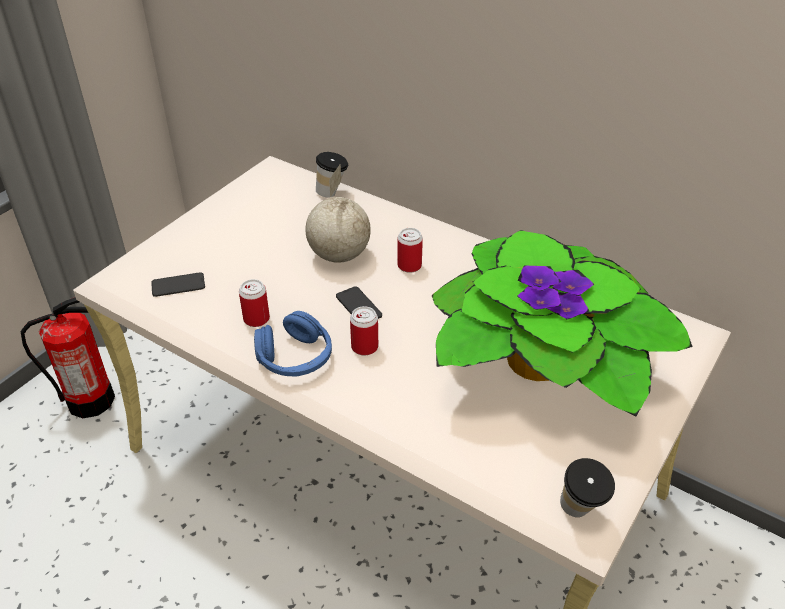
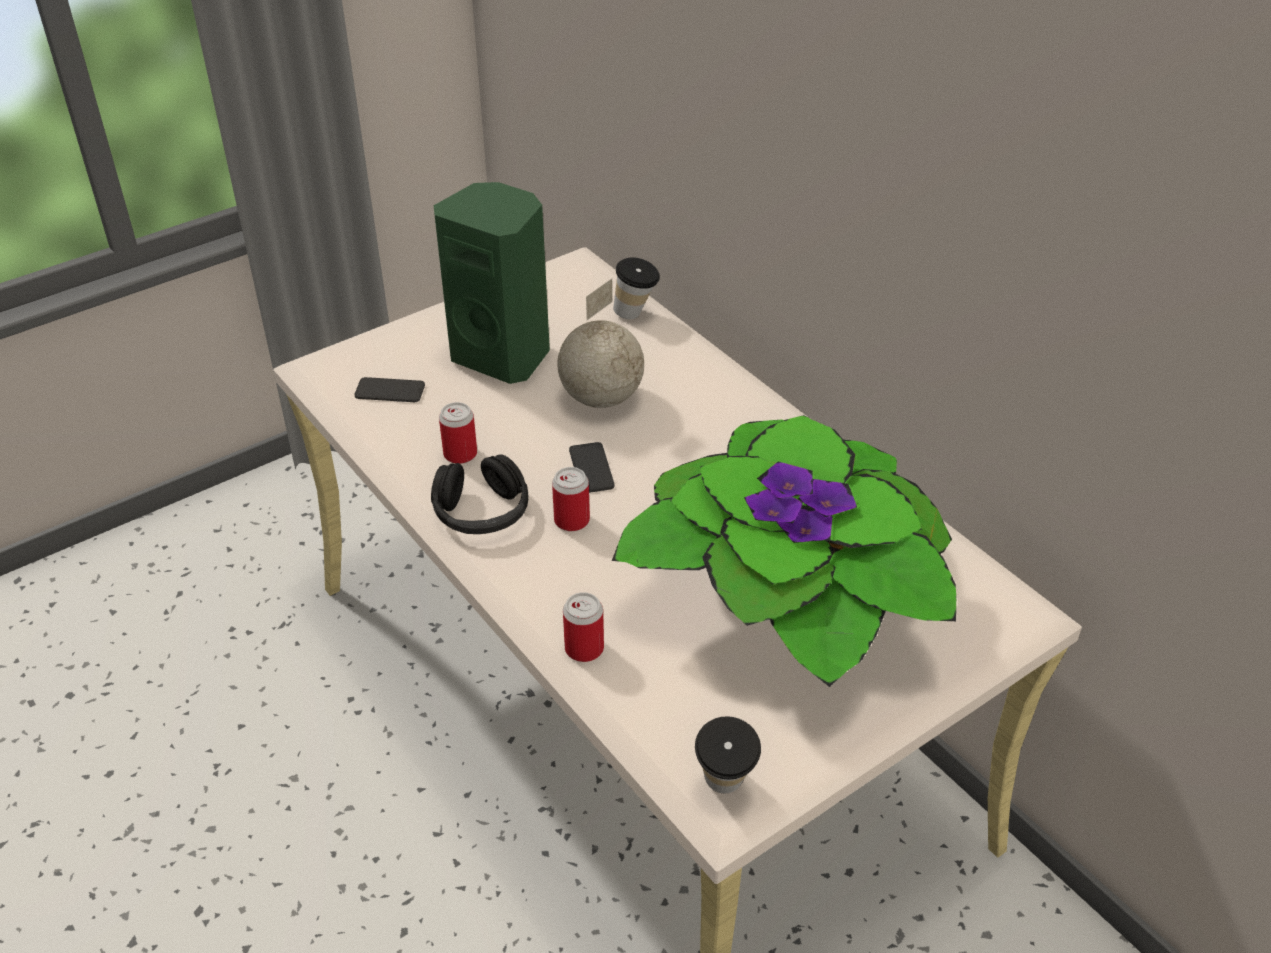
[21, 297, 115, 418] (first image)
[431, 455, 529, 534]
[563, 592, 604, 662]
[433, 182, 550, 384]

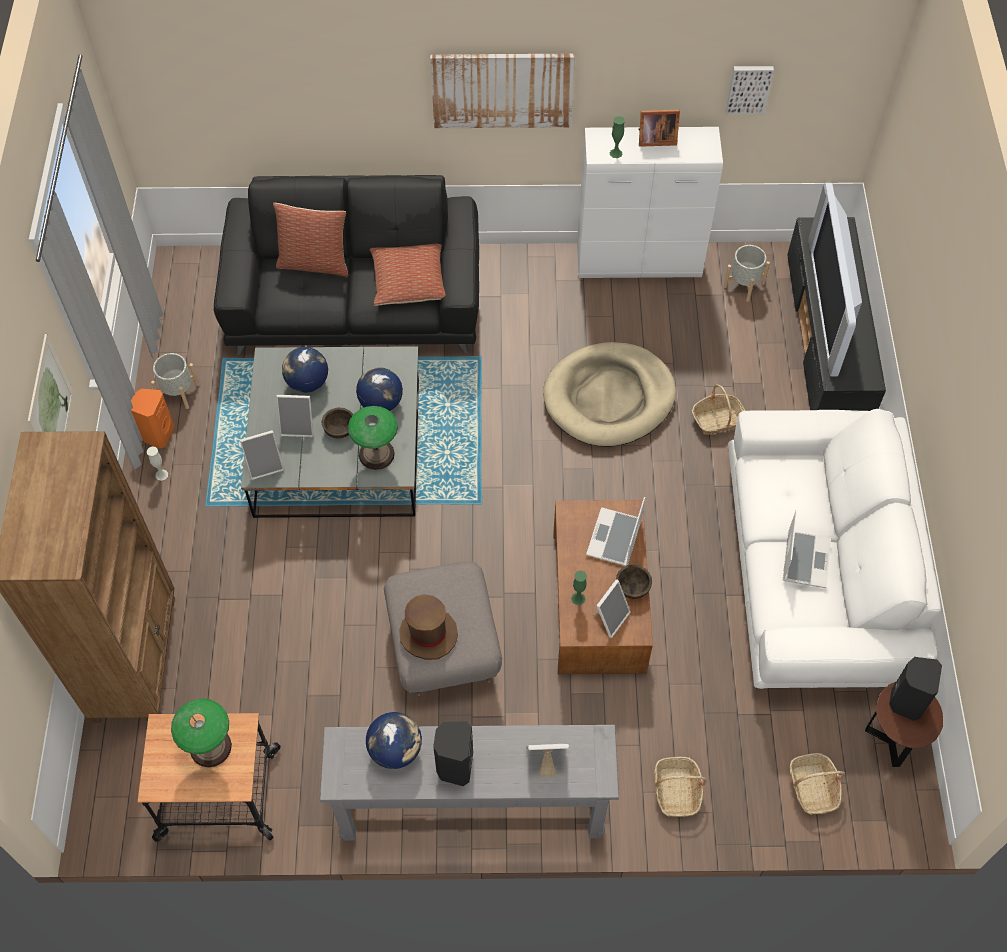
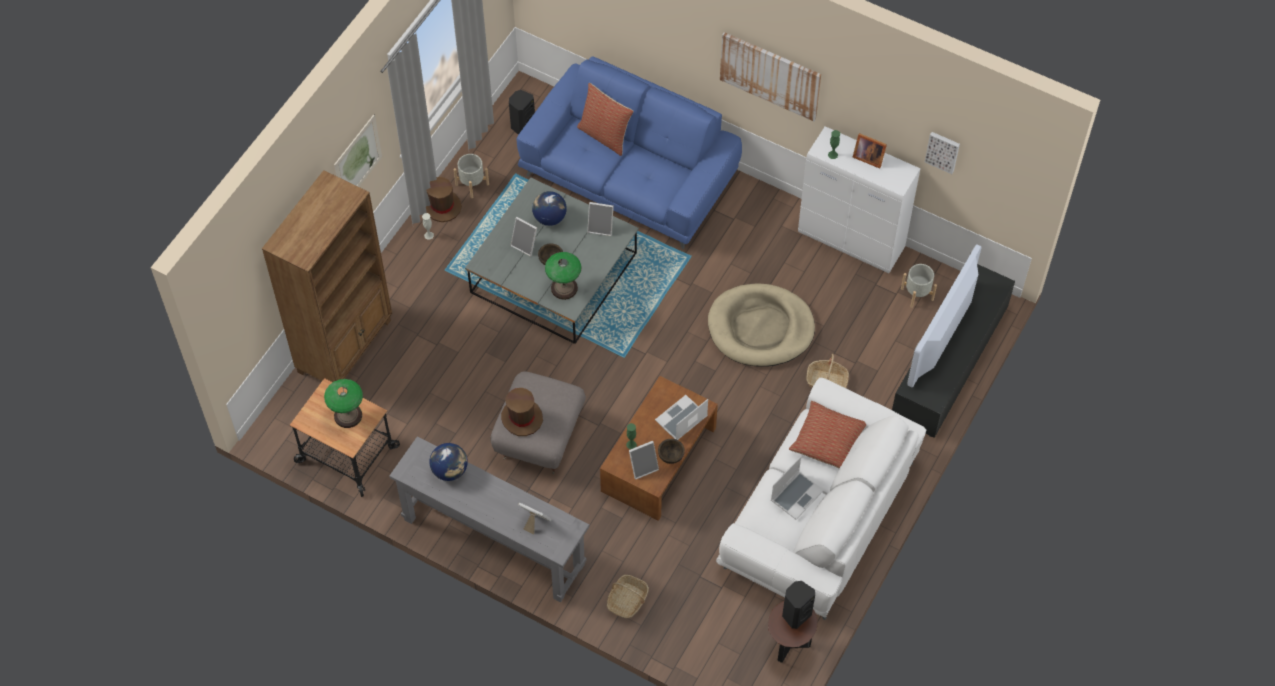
[426, 177, 462, 222]
[516, 56, 742, 249]
[587, 202, 614, 236]
[356, 367, 403, 411] (first image)
[789, 401, 866, 468]
[509, 90, 535, 135]
[790, 753, 845, 815] (first image)

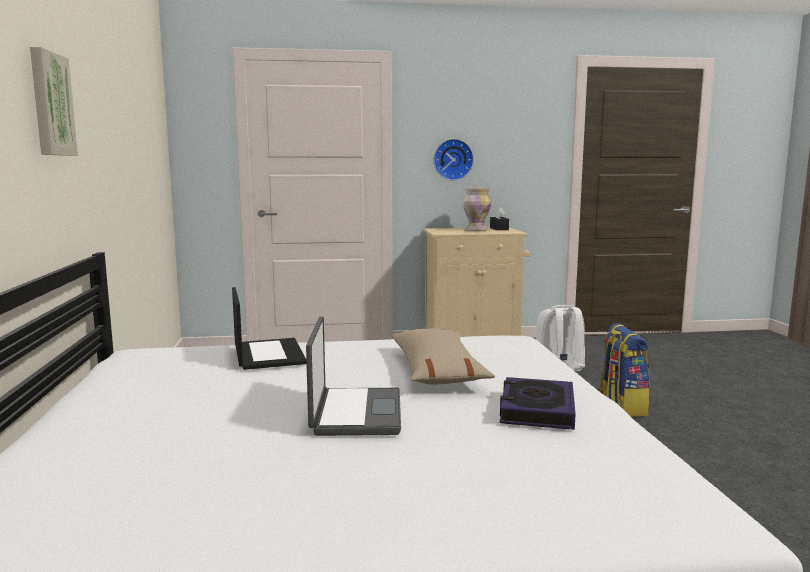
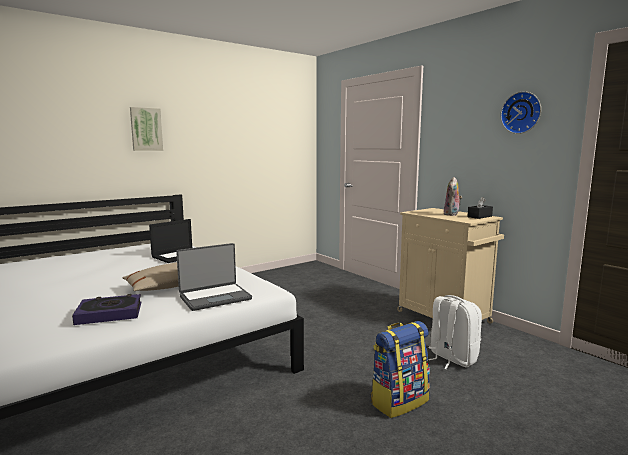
[176, 243, 252, 311]
[501, 91, 541, 134]
[444, 177, 462, 216]

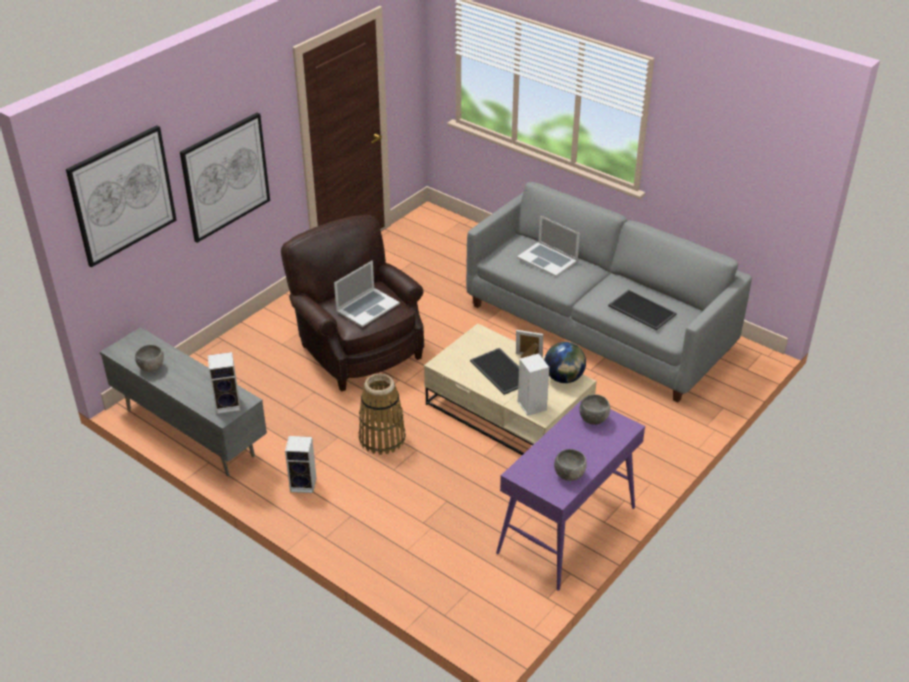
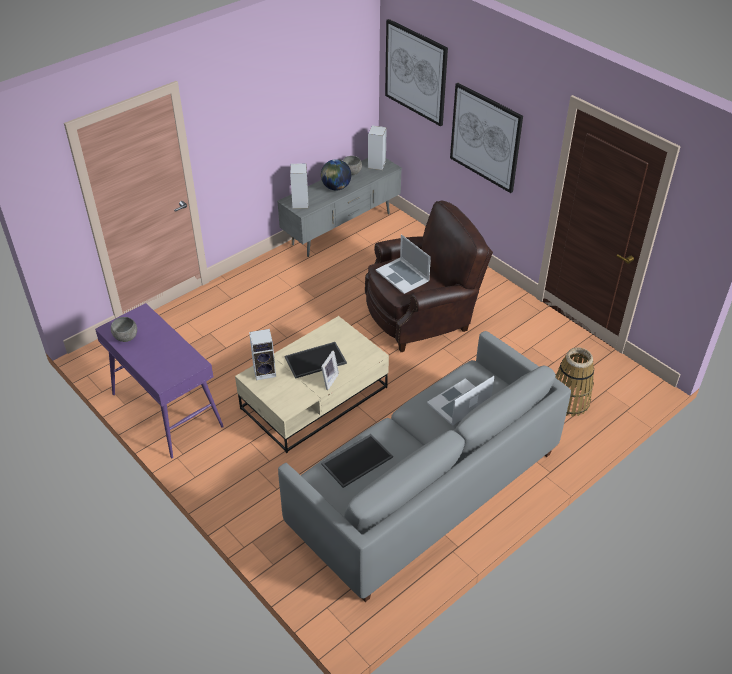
[368, 126, 387, 170]
[555, 347, 594, 417]
[321, 159, 351, 191]
[579, 394, 610, 425] (first image)

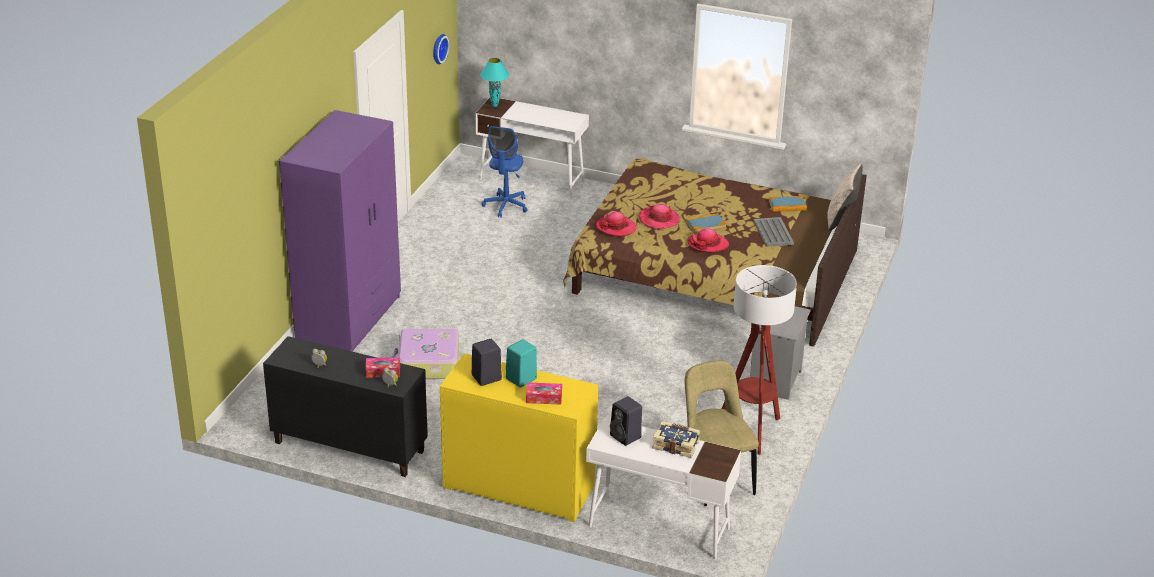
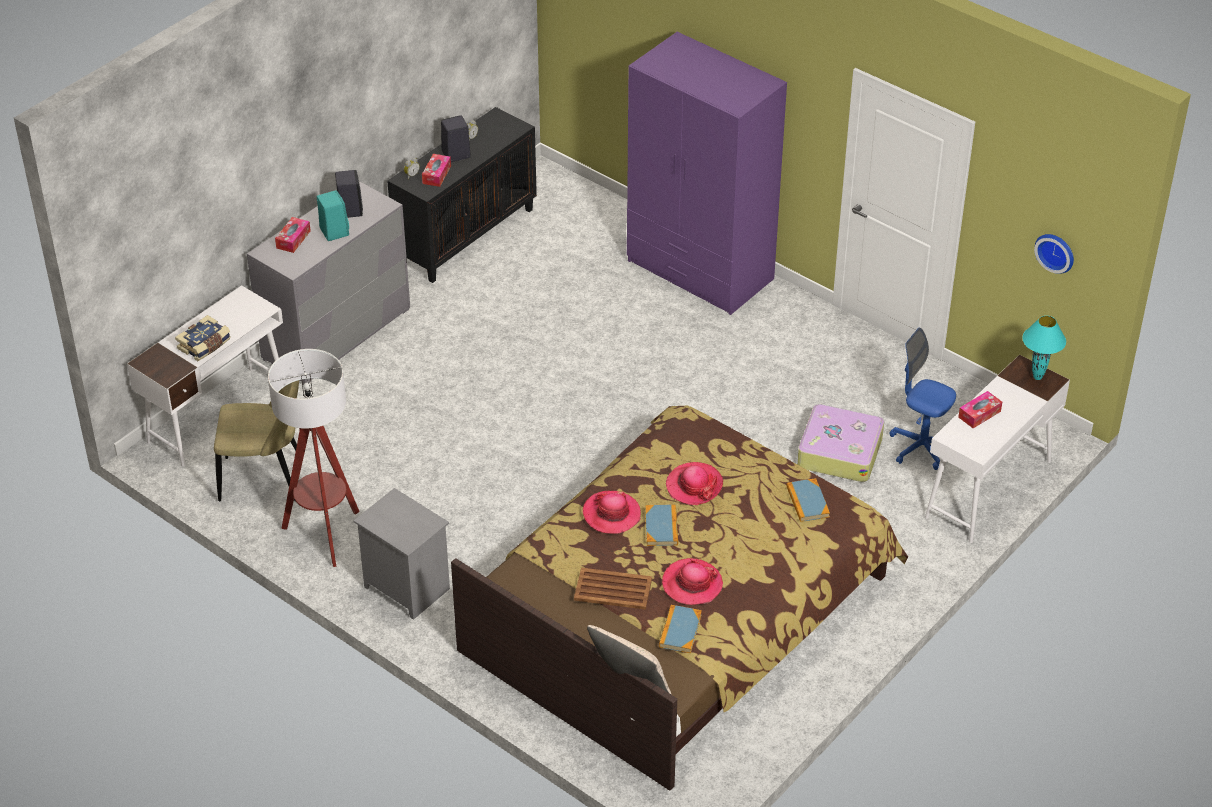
[797, 404, 884, 482]
[247, 181, 410, 385]
[662, 558, 723, 605]
[441, 115, 471, 162]
[574, 568, 652, 610]
[786, 478, 830, 522]
[958, 391, 1002, 428]

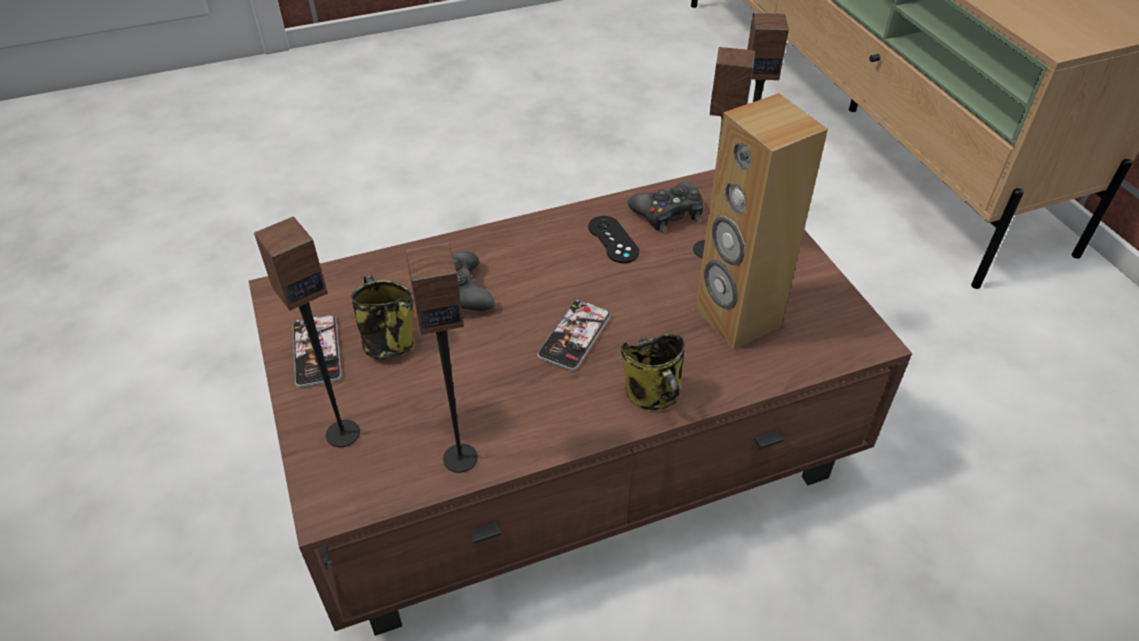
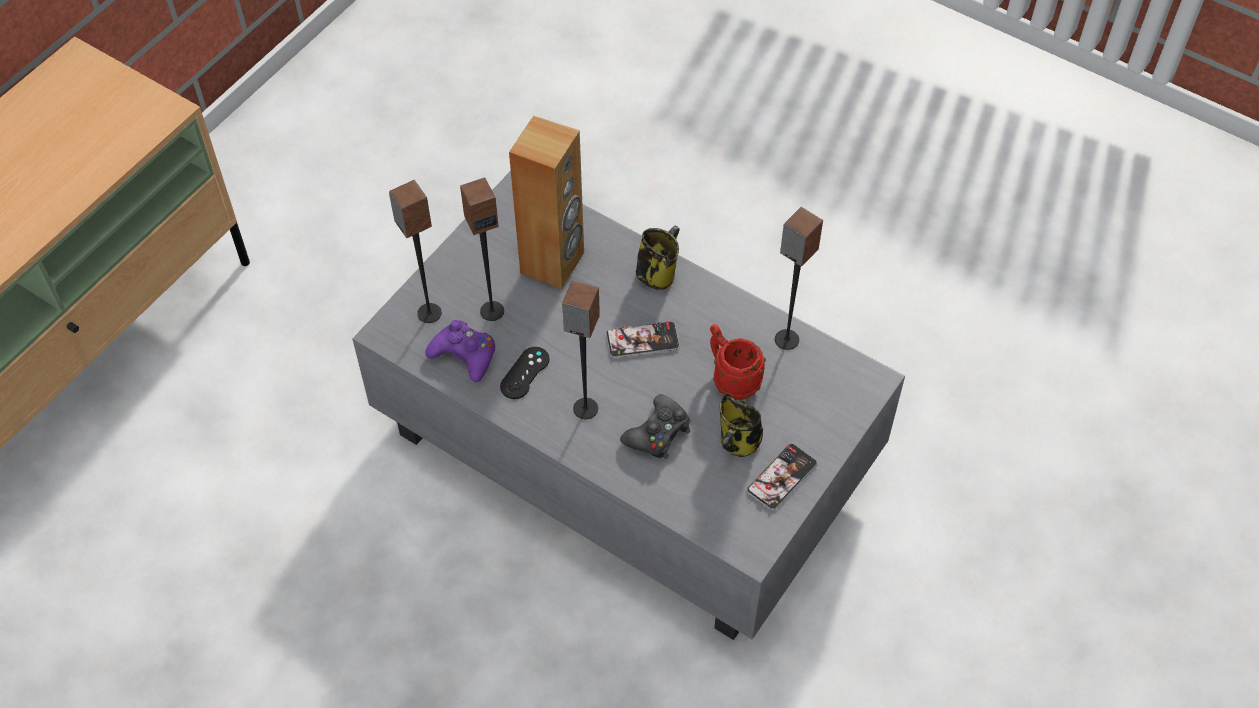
[352, 171, 905, 640]
[562, 280, 600, 419]
[425, 320, 495, 382]
[710, 324, 766, 400]

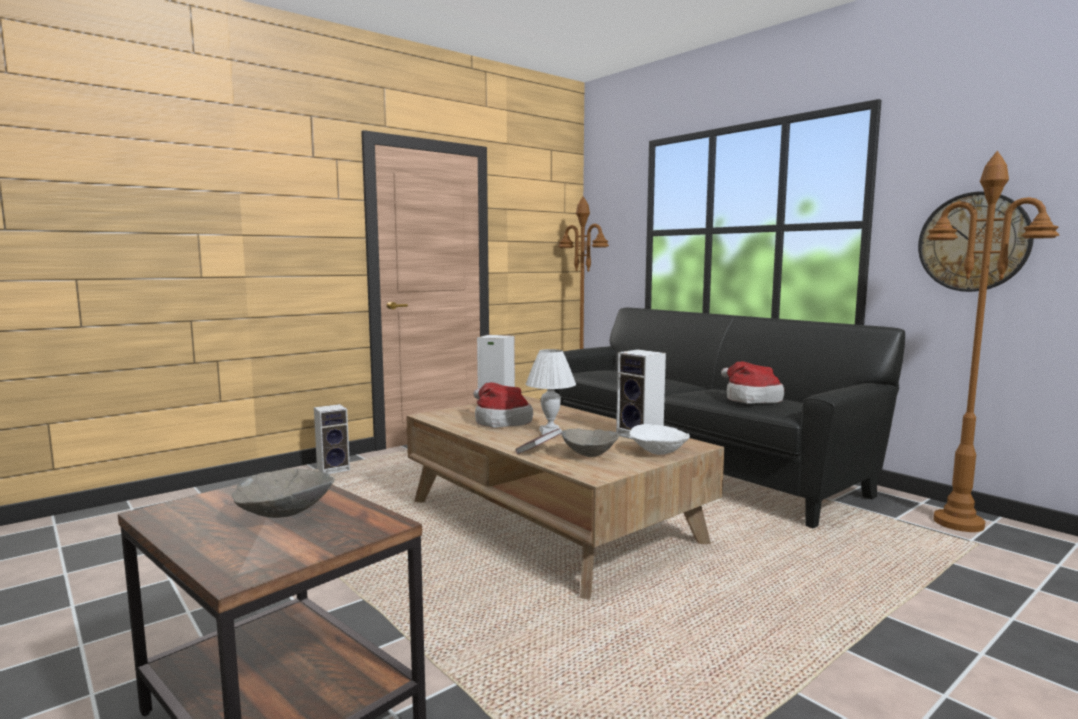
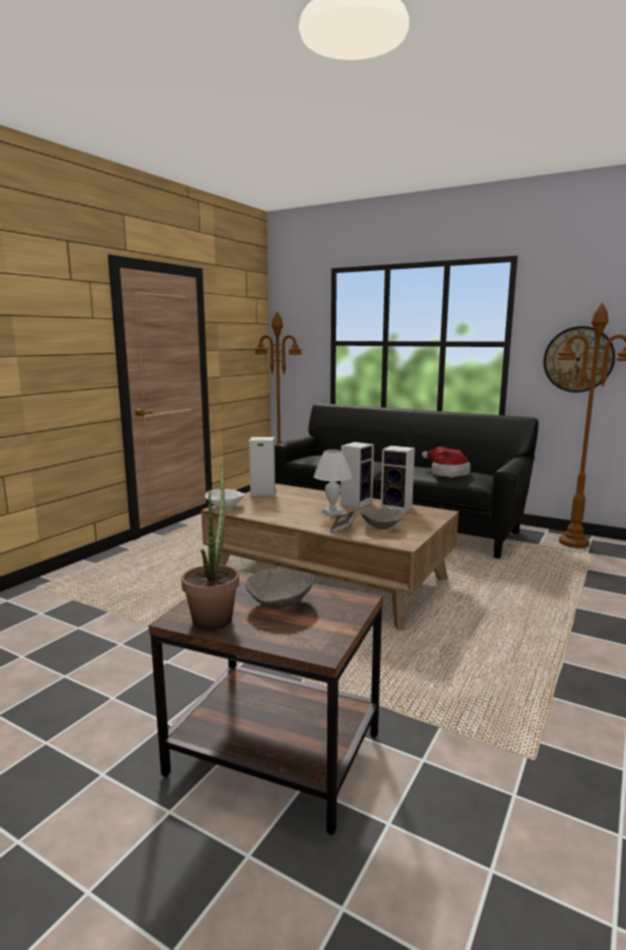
[340, 442, 374, 508]
[473, 382, 533, 428] (first image)
[205, 489, 245, 509]
[181, 464, 239, 630]

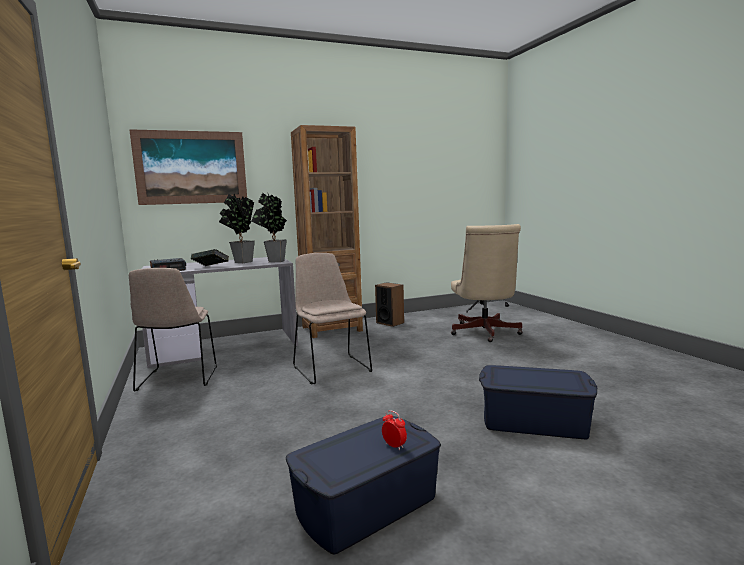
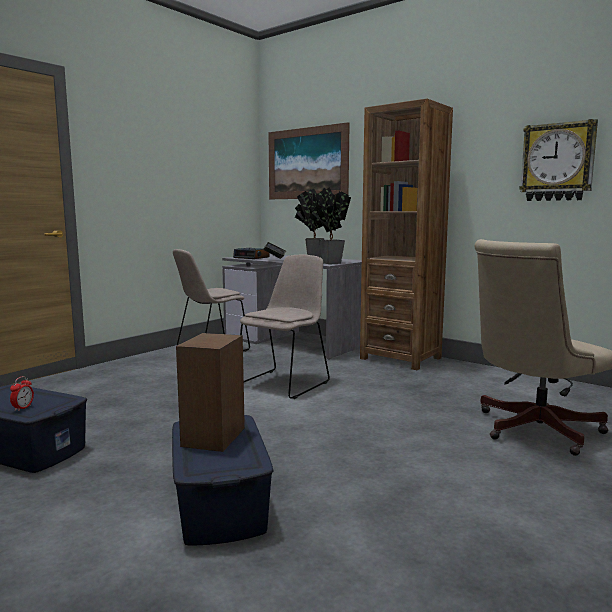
[176, 333, 245, 452]
[519, 119, 598, 201]

